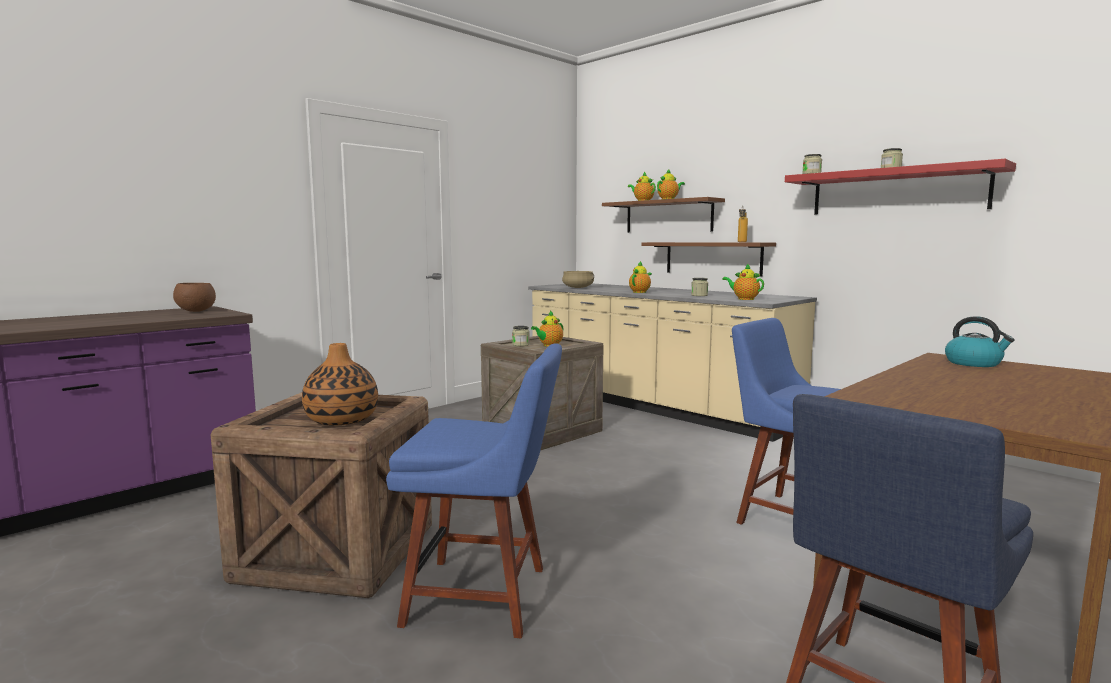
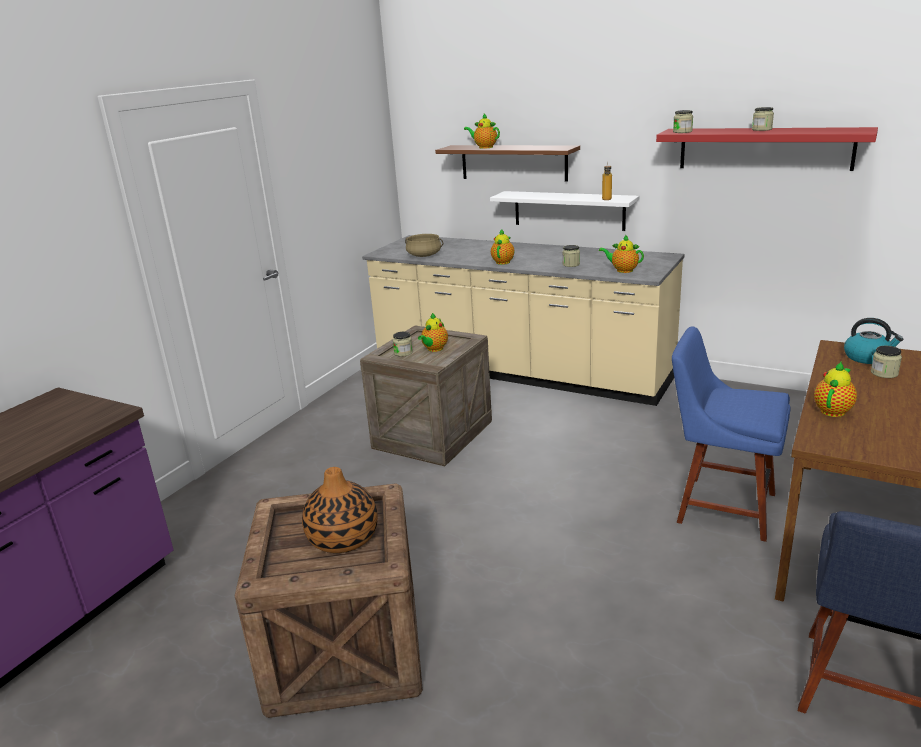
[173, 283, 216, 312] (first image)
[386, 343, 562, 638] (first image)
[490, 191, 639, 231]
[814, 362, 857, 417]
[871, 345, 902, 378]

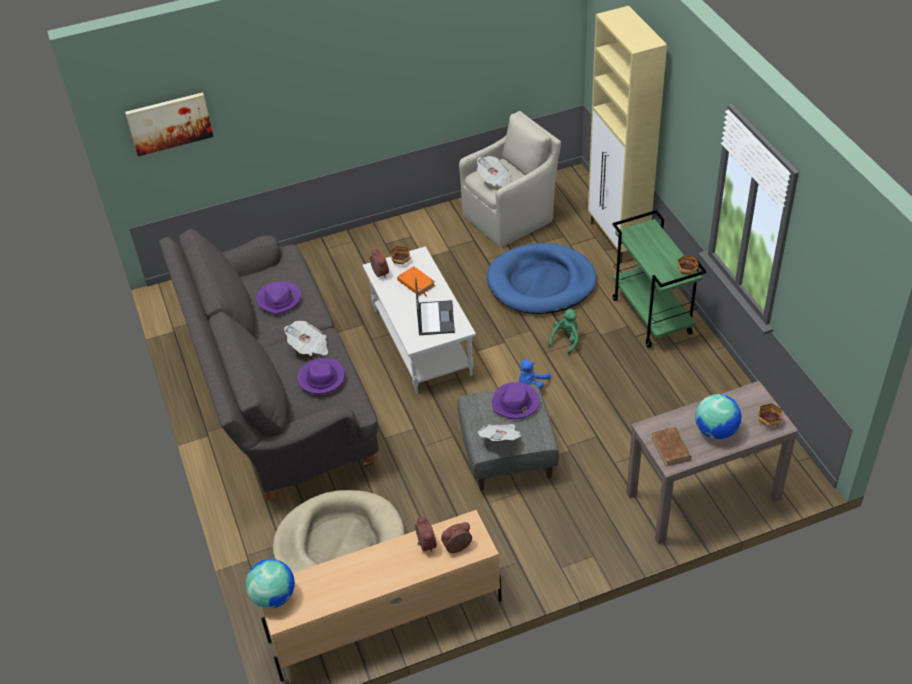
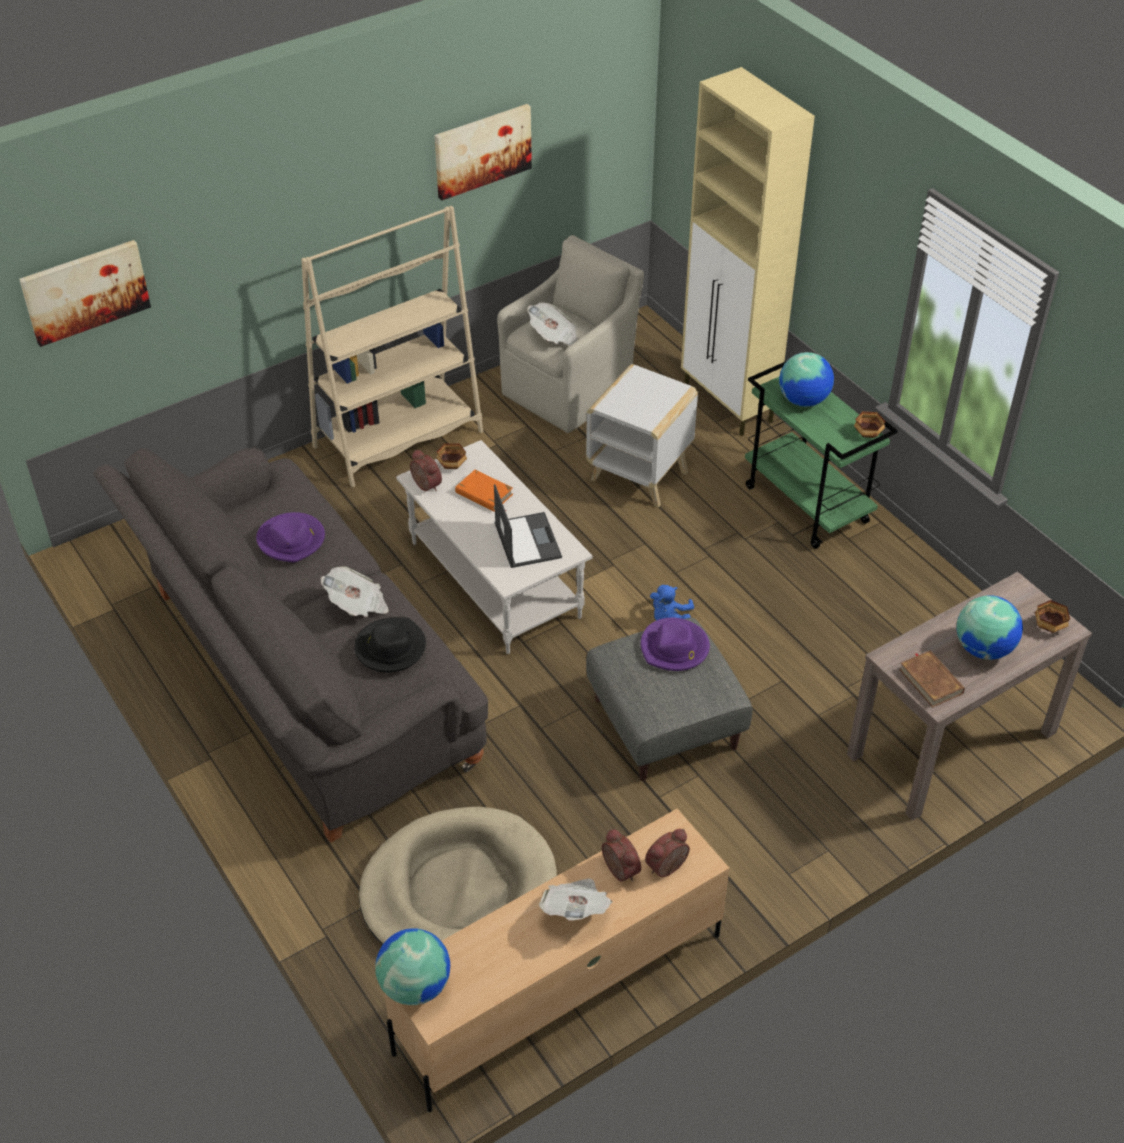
[354, 617, 426, 672]
[539, 878, 613, 921]
[586, 364, 698, 507]
[548, 309, 579, 355] (first image)
[301, 206, 483, 488]
[434, 104, 532, 201]
[779, 352, 834, 407]

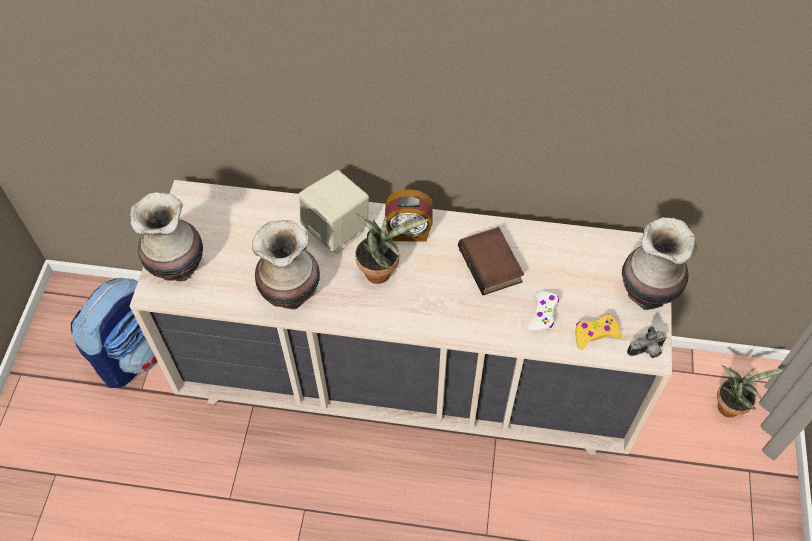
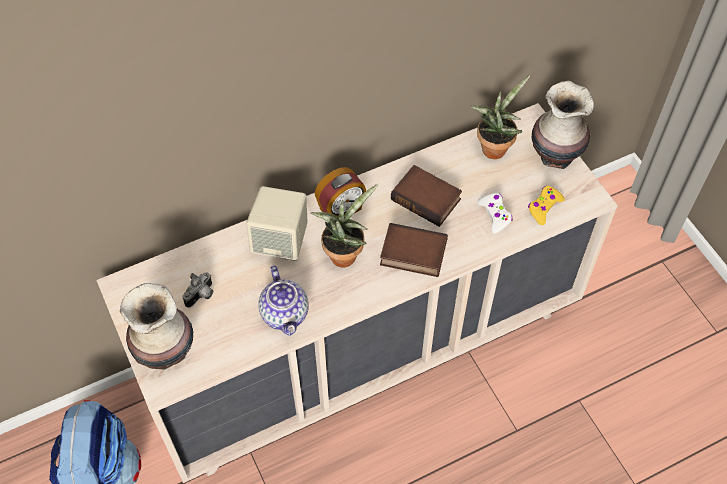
[258, 266, 309, 336]
[182, 272, 213, 308]
[470, 75, 530, 159]
[380, 223, 448, 277]

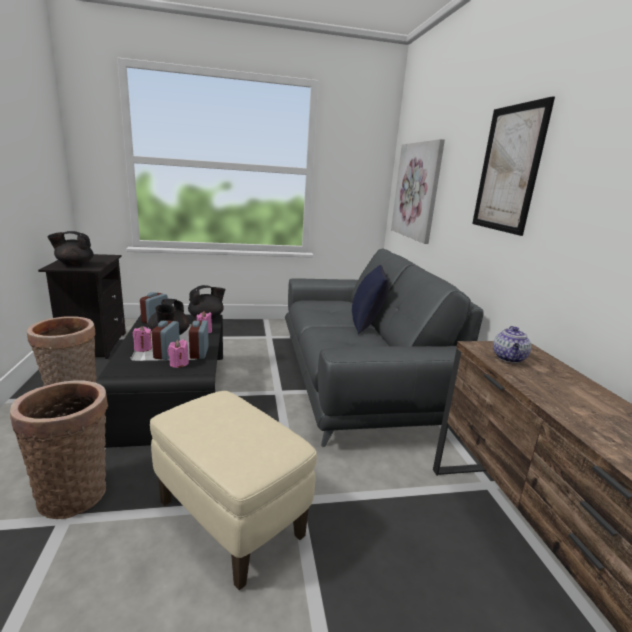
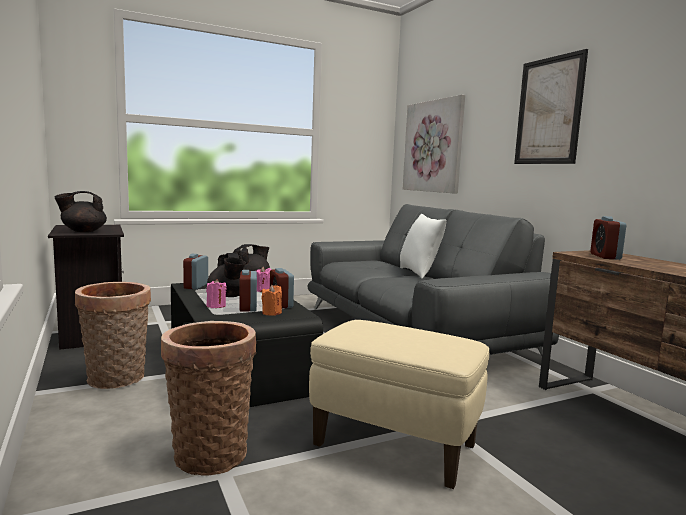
[261, 285, 282, 316]
[400, 214, 447, 279]
[590, 216, 626, 260]

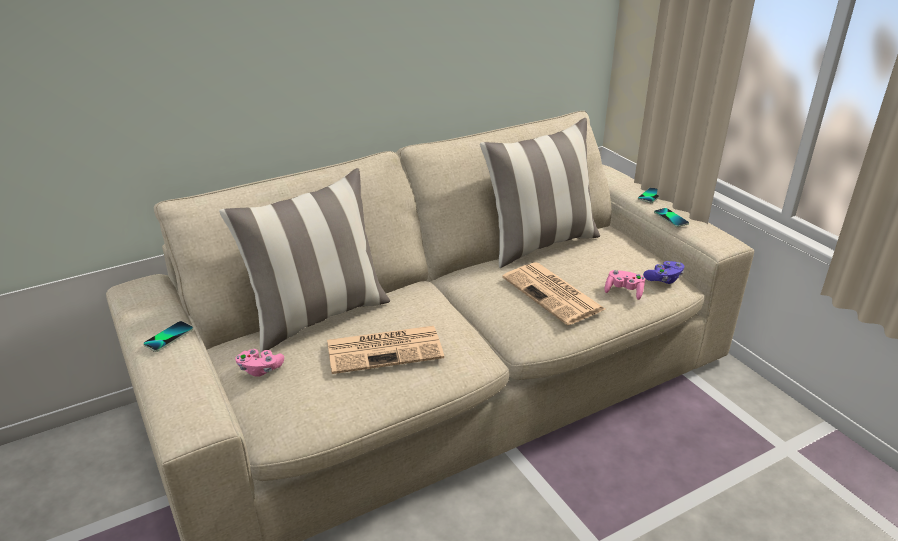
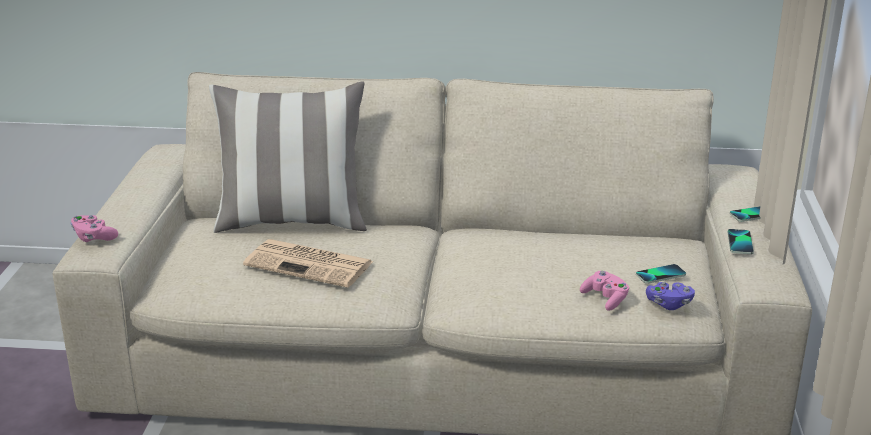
[636, 264, 686, 284]
[71, 215, 118, 242]
[480, 118, 600, 268] (first image)
[502, 262, 605, 325] (first image)

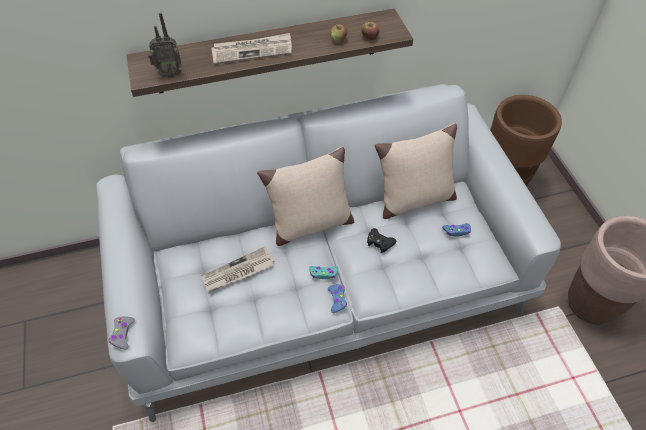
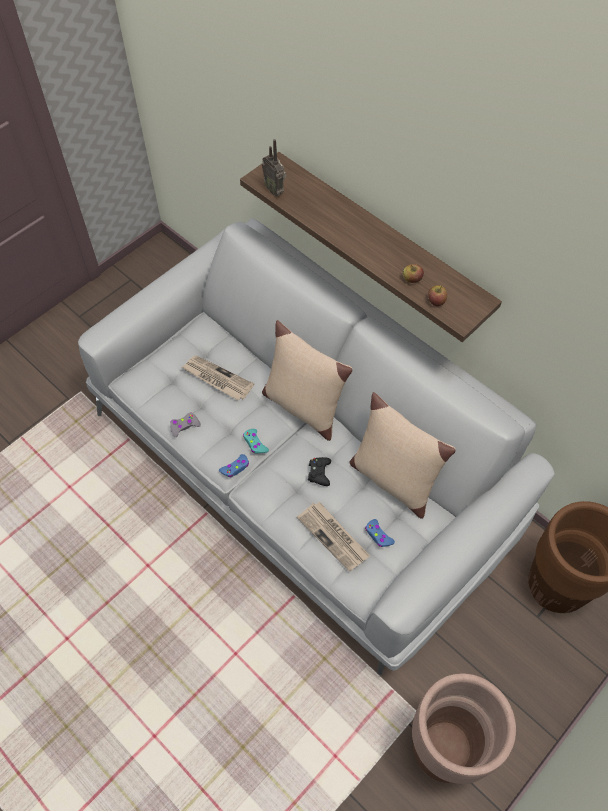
[170, 412, 201, 437]
[297, 502, 370, 572]

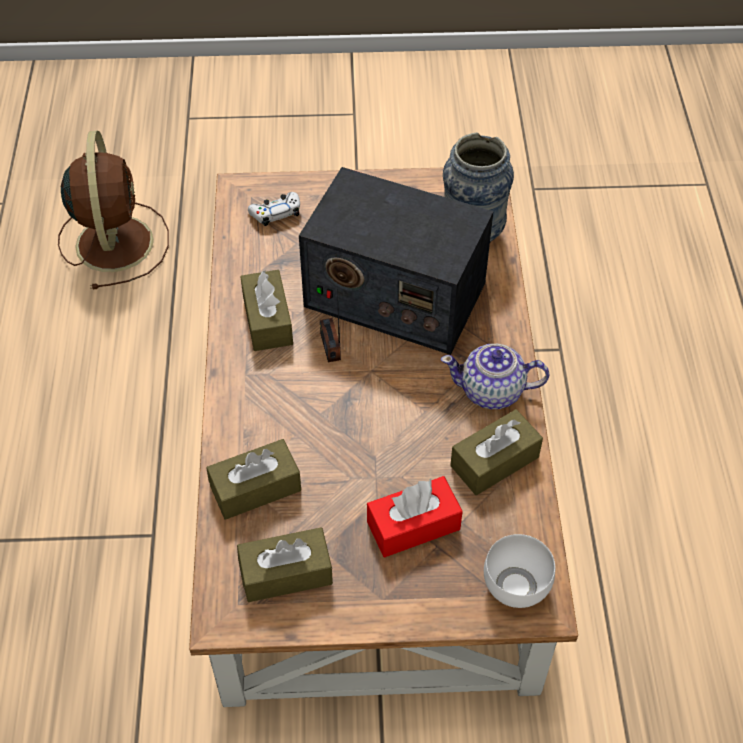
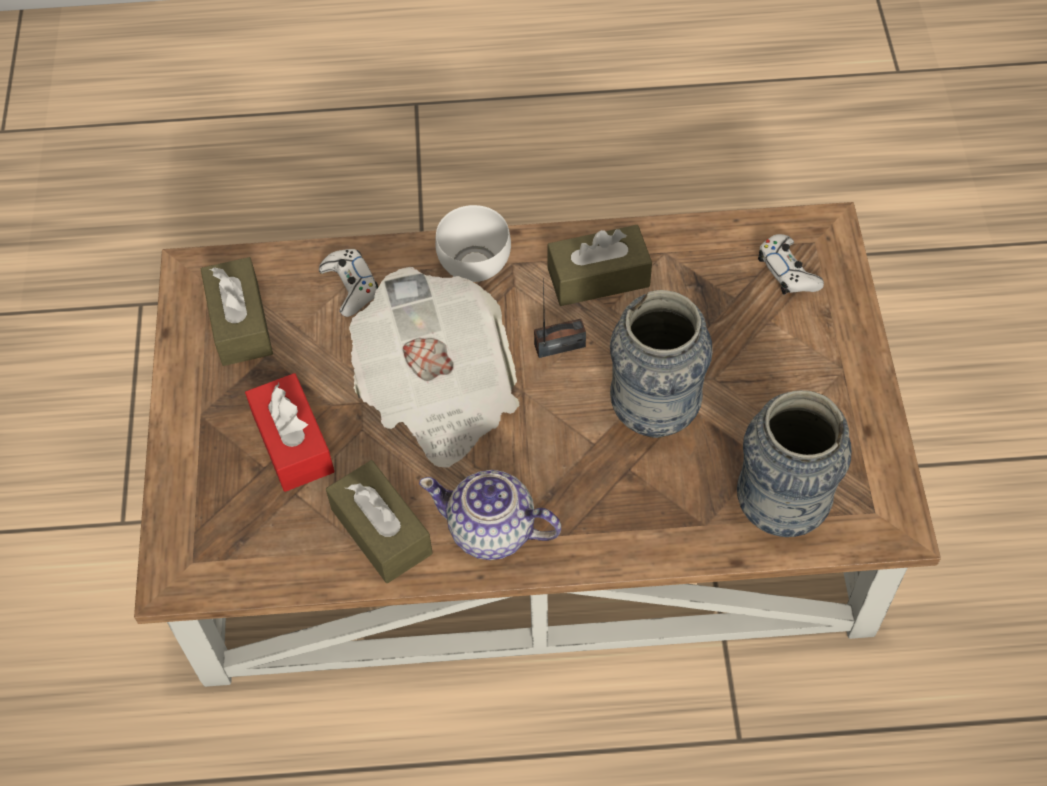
[58, 131, 169, 289] (first image)
[319, 249, 378, 317]
[610, 290, 712, 438]
[419, 470, 561, 560]
[435, 205, 511, 282]
[349, 267, 520, 468]

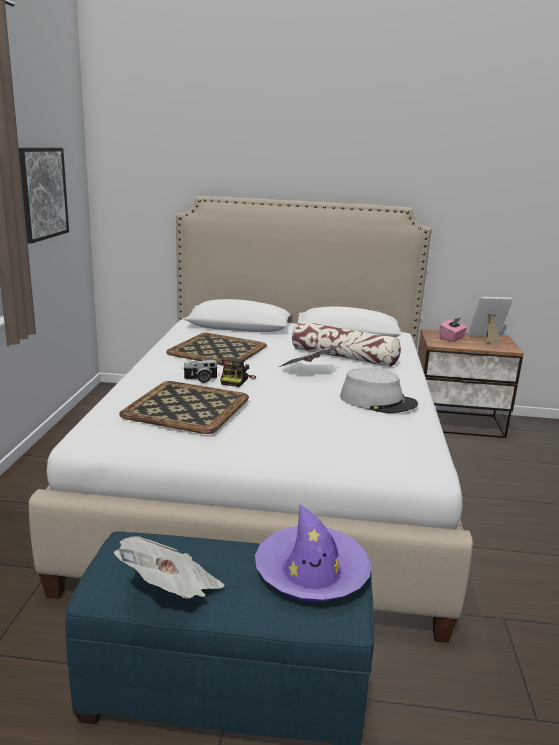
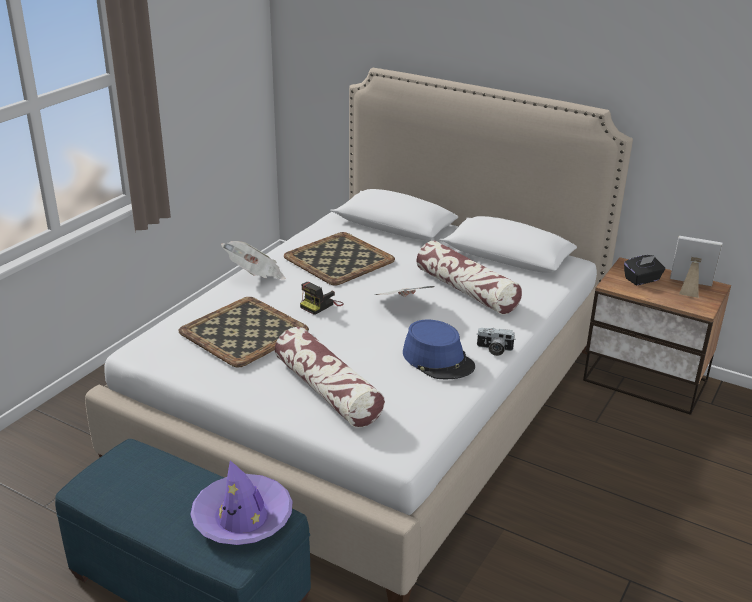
[19, 148, 69, 244] (first image)
[221, 241, 286, 279]
[476, 328, 516, 356]
[403, 320, 475, 379]
[624, 255, 665, 285]
[275, 327, 385, 428]

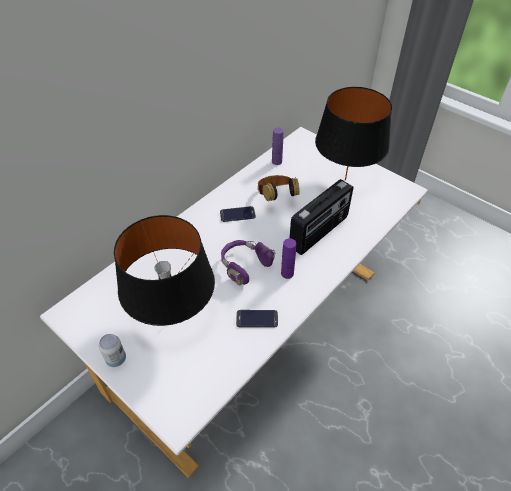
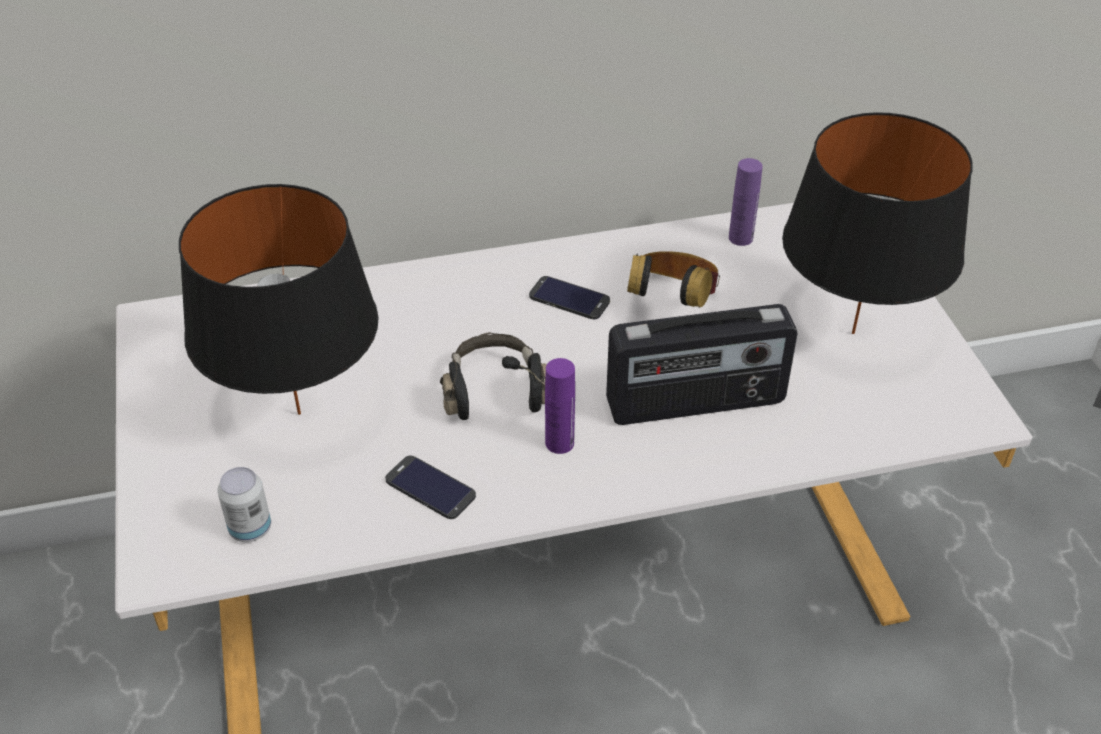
[217, 467, 271, 542]
[440, 332, 547, 420]

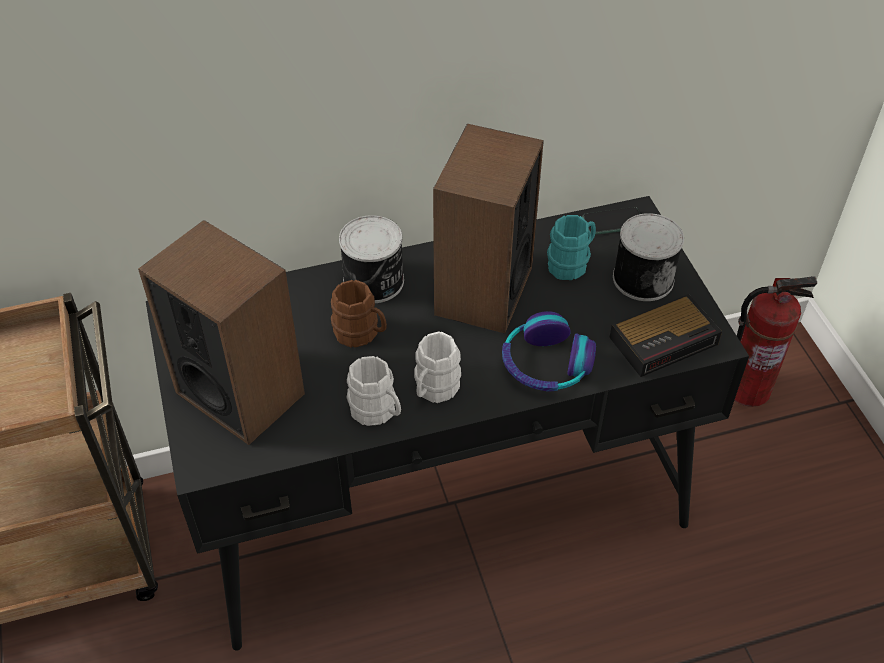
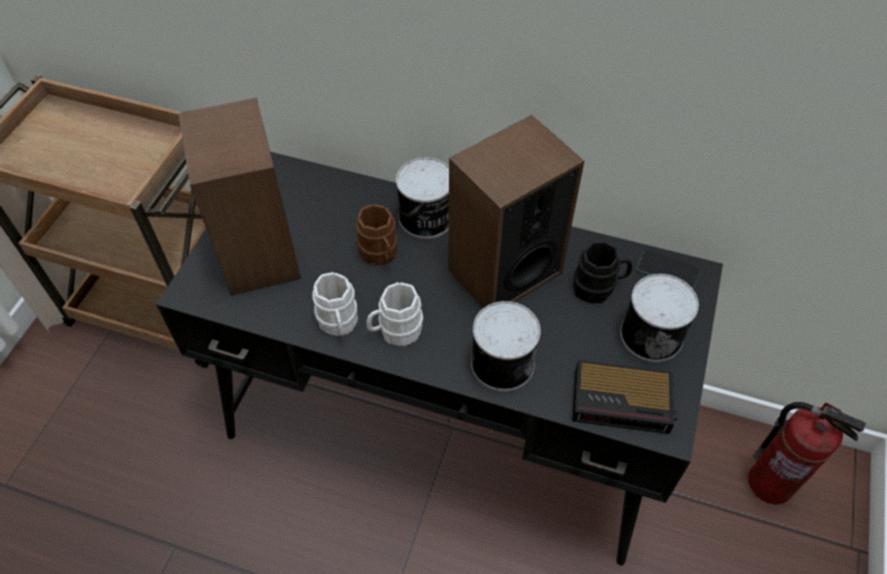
[471, 301, 541, 392]
[573, 241, 632, 303]

